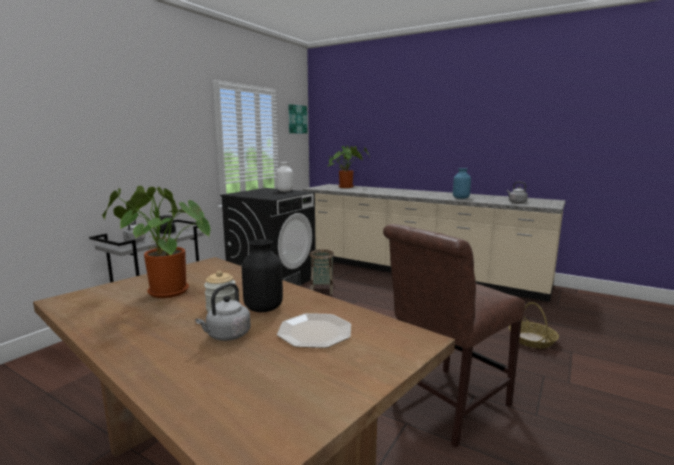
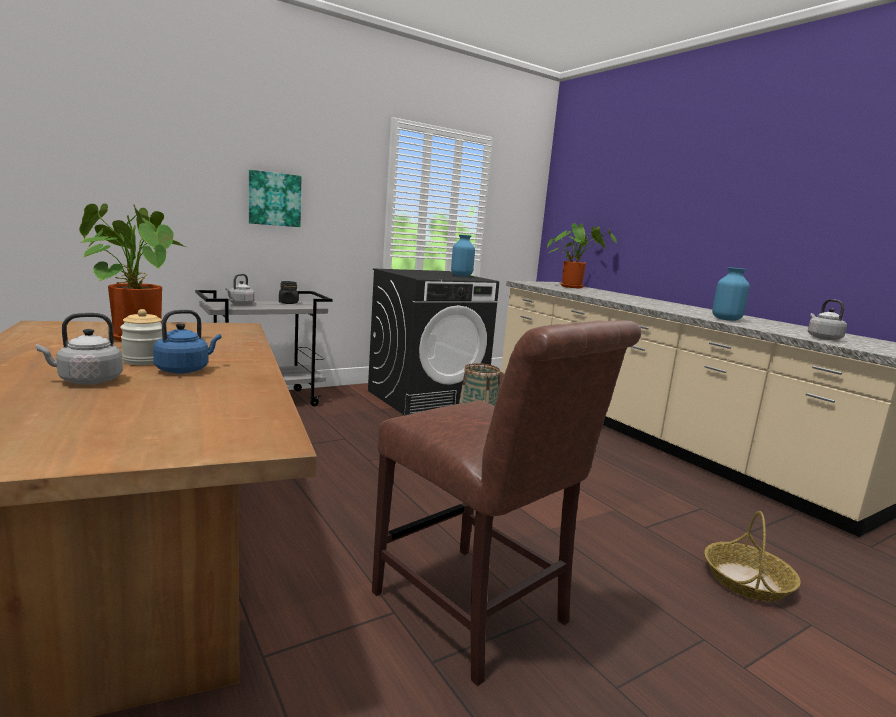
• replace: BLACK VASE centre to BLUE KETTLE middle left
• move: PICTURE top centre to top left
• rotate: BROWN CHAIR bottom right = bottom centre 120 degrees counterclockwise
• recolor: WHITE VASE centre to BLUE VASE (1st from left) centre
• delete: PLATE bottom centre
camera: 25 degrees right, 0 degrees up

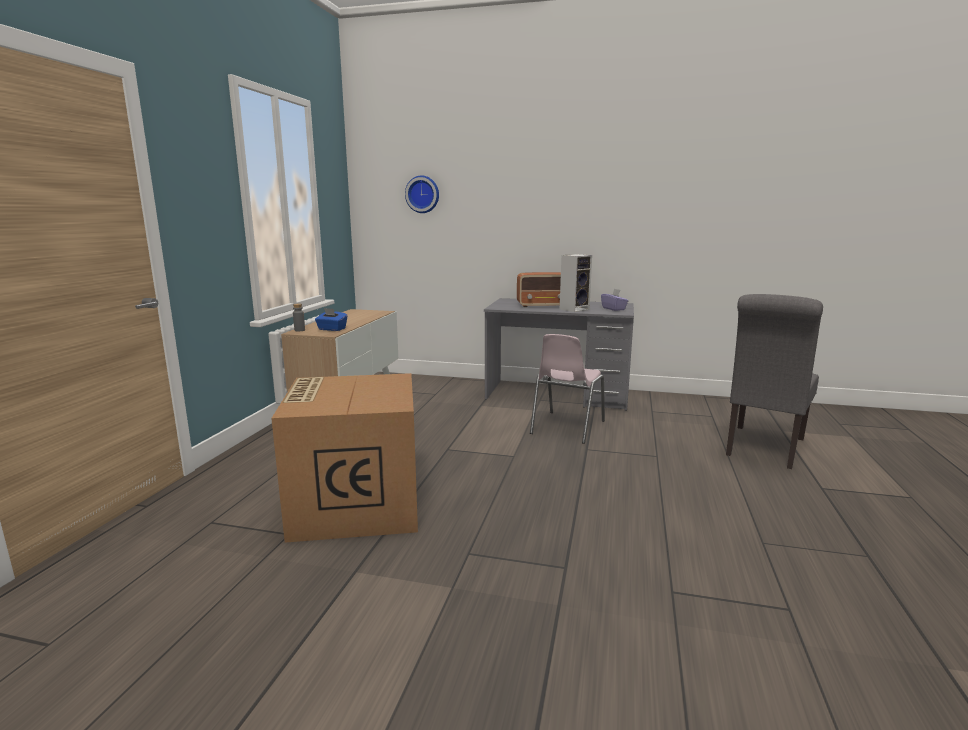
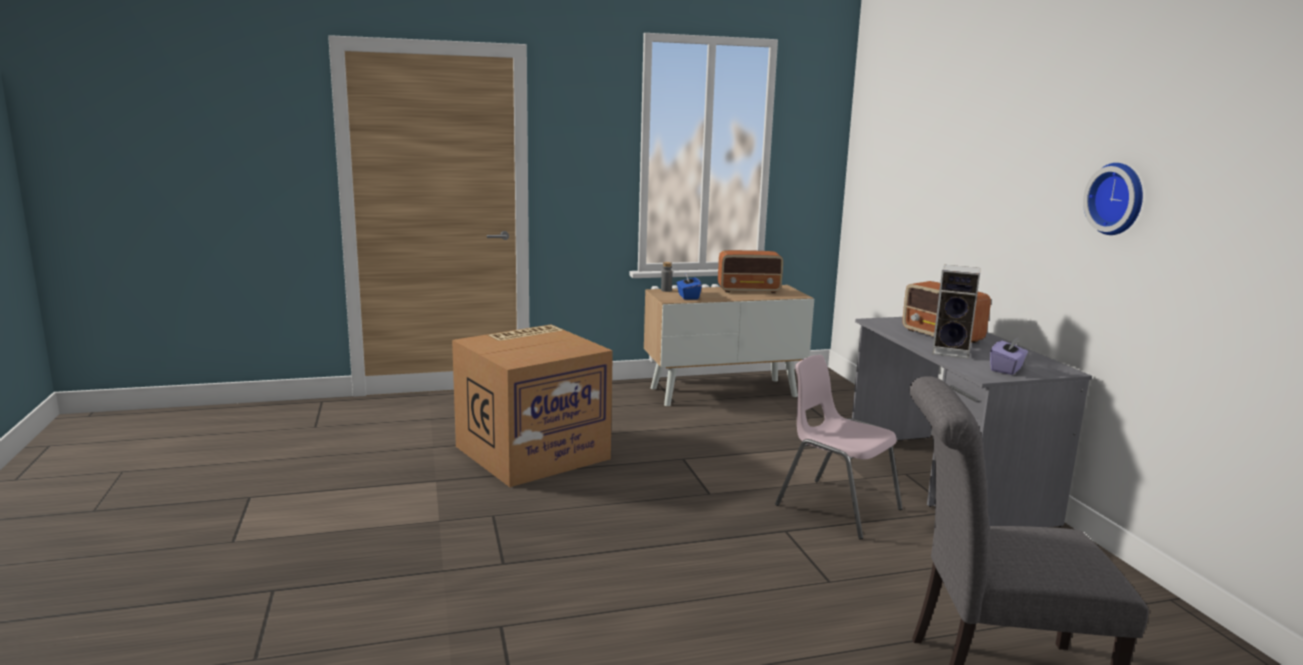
• insert: RADIO (1st from left) centre
• rotate: PINK CHAIR centre = bottom centre 45 degrees clockwise
• move: WALL CLOCK top centre to top right
camera: 60 degrees right, 0 degrees up

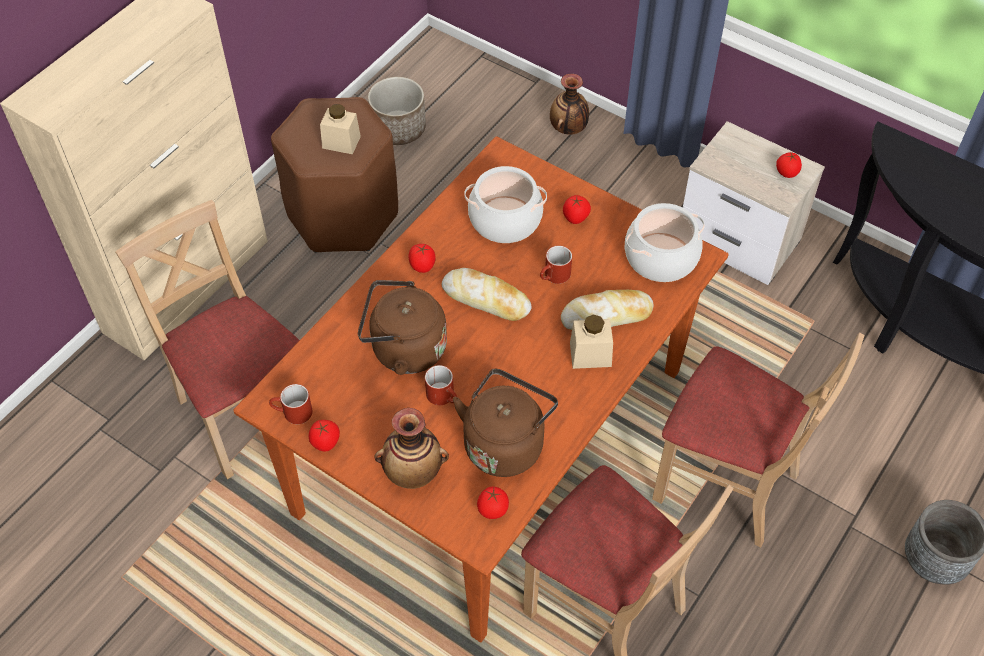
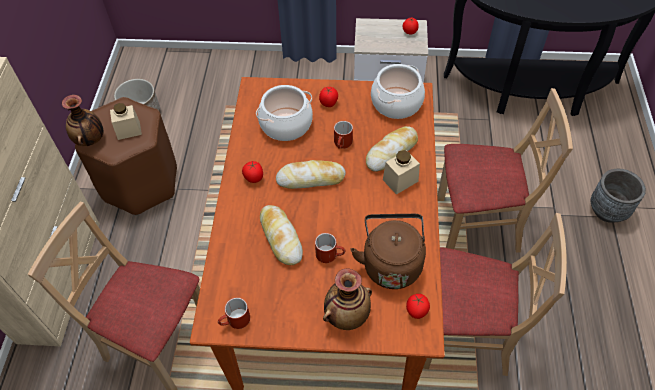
• move: VASE (2nd from left in the first image) top centre to VASE (1st from left) top left
• replace: BROWN KETTLE (1st from left) centre to BREAD (1st from left) centre
• delete: TOMATO (1st from left) middle left
camera: 30 degrees left, 0 degrees up

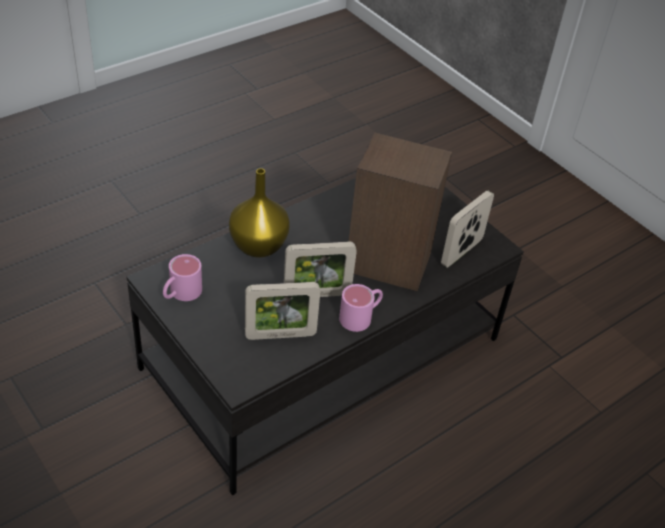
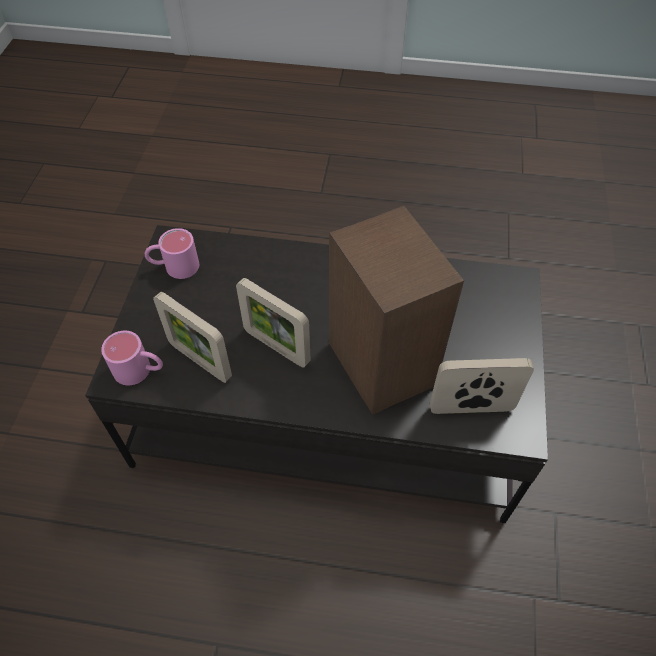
• move: PINK MUG (2nd from left in the first image) centre to PINK MUG (1st from left) middle left
• delete: YELLOW VASE centre
camera: 50 degrees right, 10 degrees up

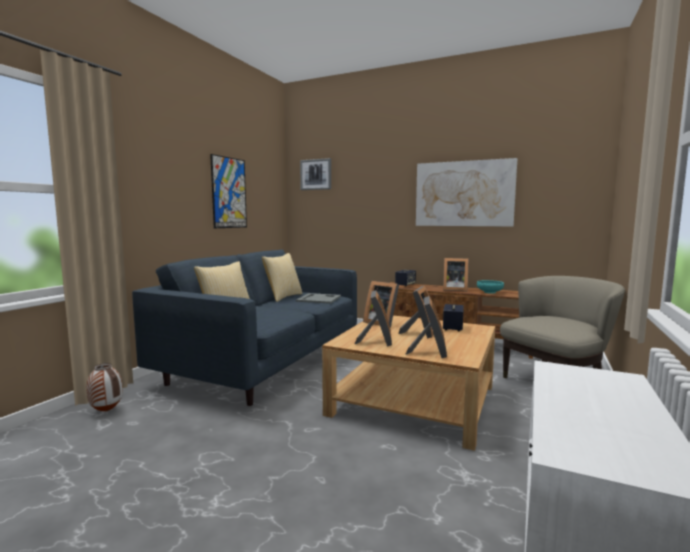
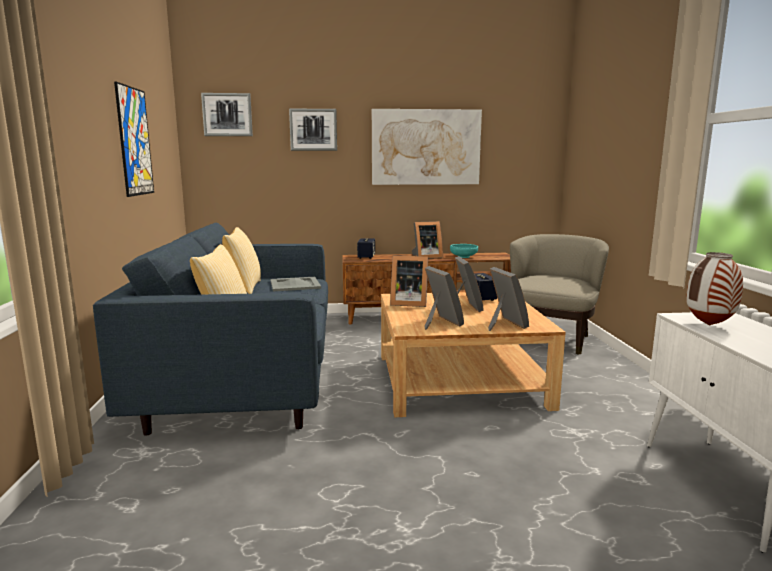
• insert: PICTURE (3rd from left) top centre
• move: VASE bottom left to middle right
camera: 30 degrees left, 5 degrees up

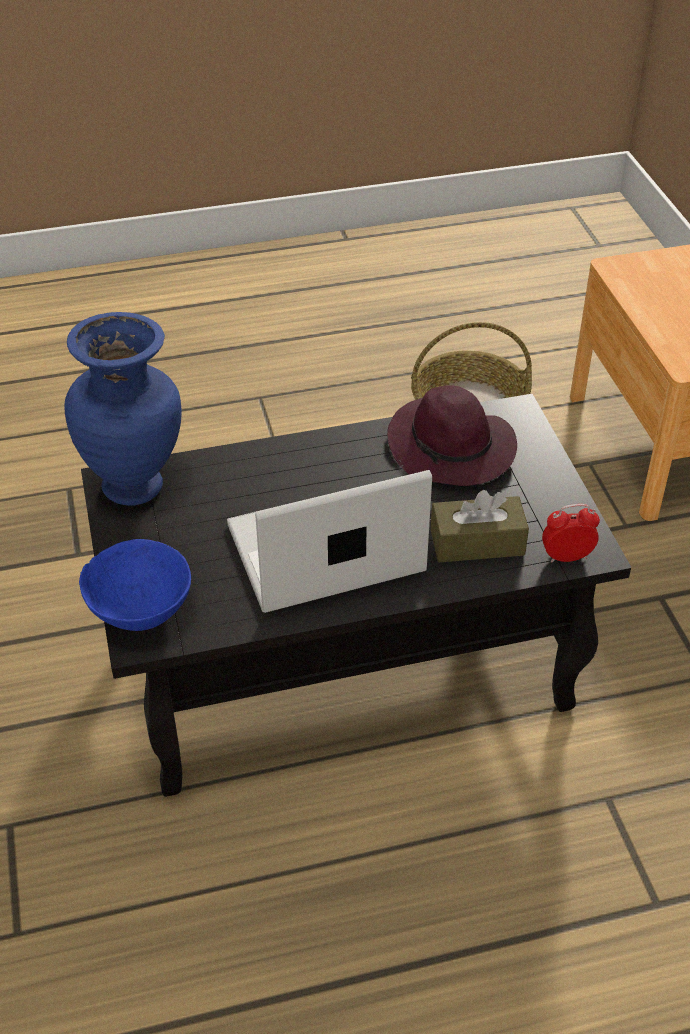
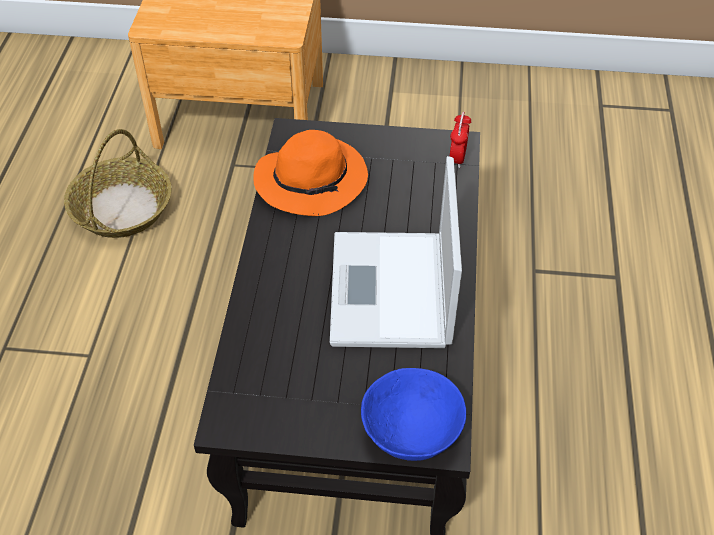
• recolor: PURPLE HAT centre to ORANGE HAT top centre
• delete: BLUE VASE middle left
• delete: BROWN TISSUE BOX middle right
camera: 70 degrees left, 5 degrees up

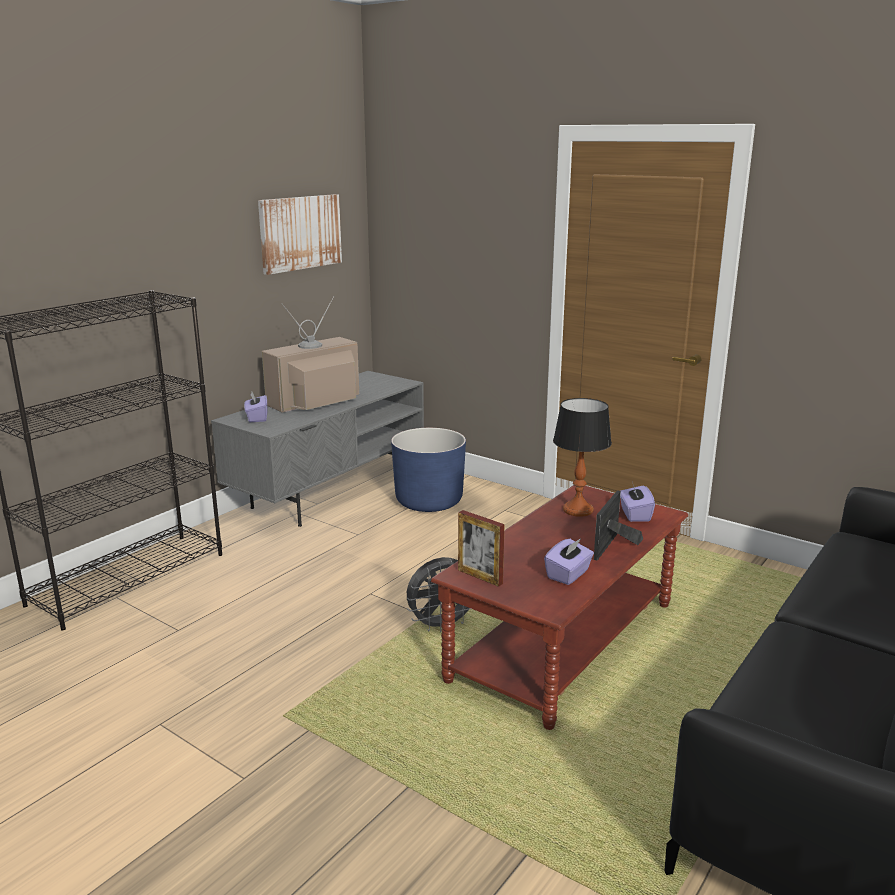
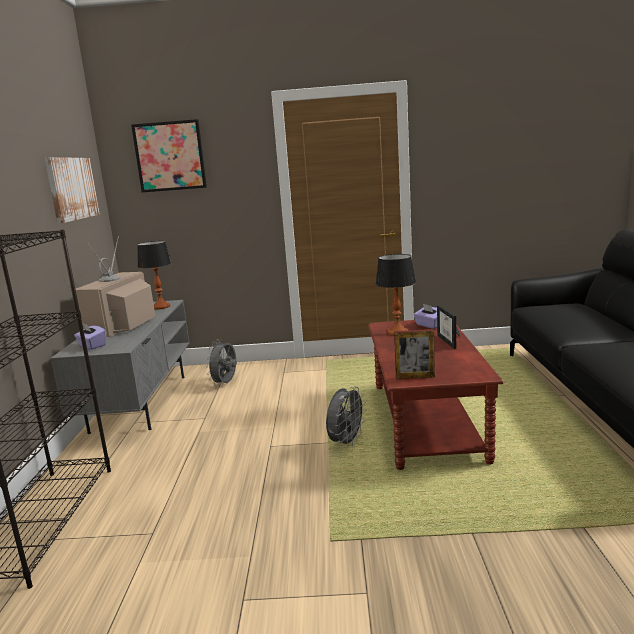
• insert: PICTURE (2nd from left) top left
• insert: TABLE LAMP (1st from left) middle left
• replace: BLUE PLANTER centre to GREY FAN (1st from left) centre
• delete: PURPLE TISSUE BOX (2nd from left) centre
camera: 35 degrees left, 5 degrees down

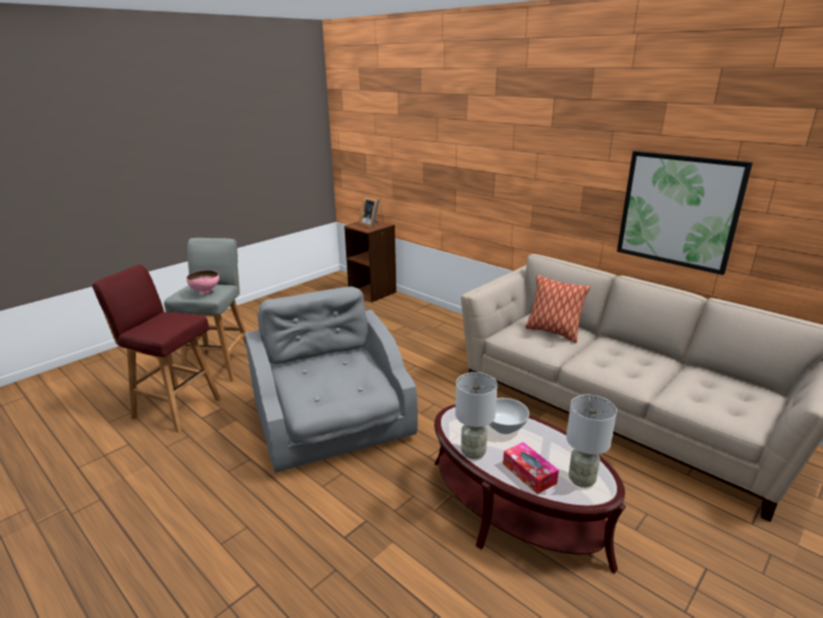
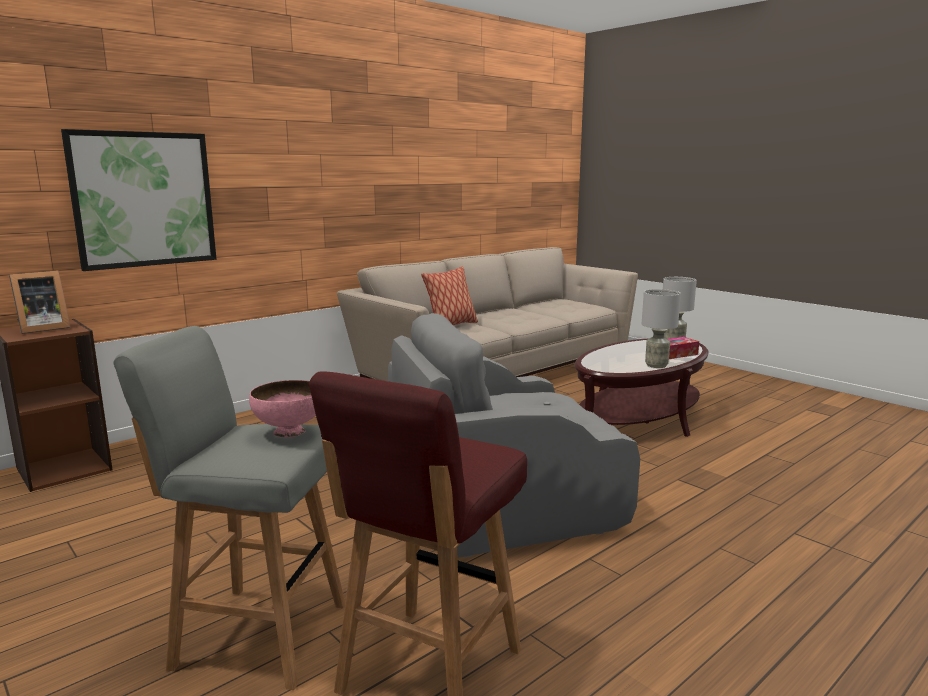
• move: PICTURE middle right to top left
• delete: WHITE BOWL bottom centre
camera: 85 degrees left, 10 degrees down

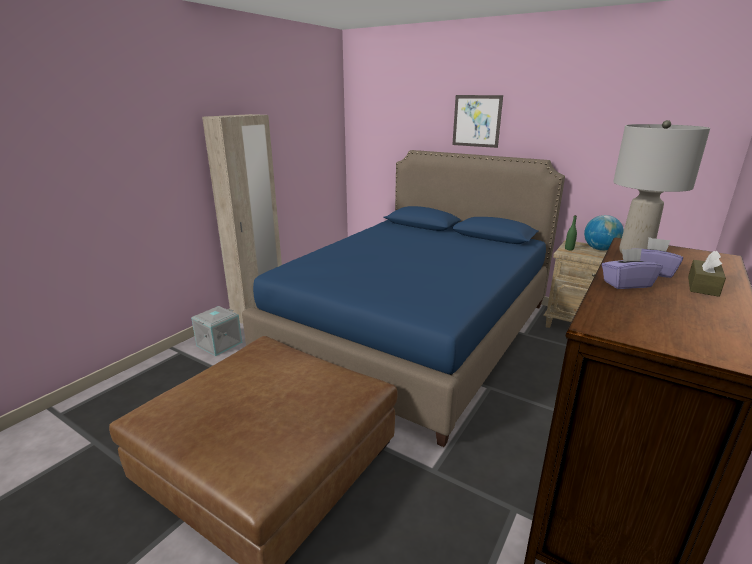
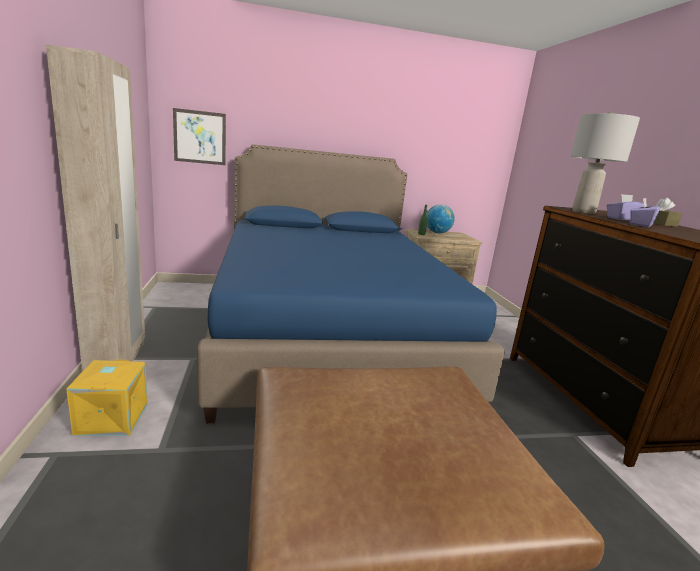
• recolor: GREY STORAGE BOX middle left to YELLOW STORAGE BOX bottom left
• move: PICTURE top centre to top left
camera: 45 degrees left, 5 degrees down

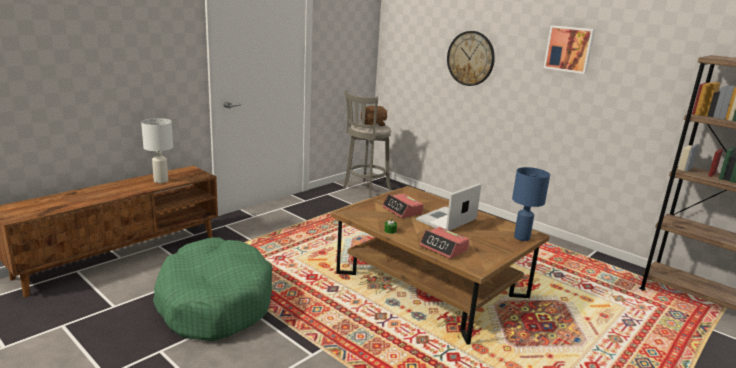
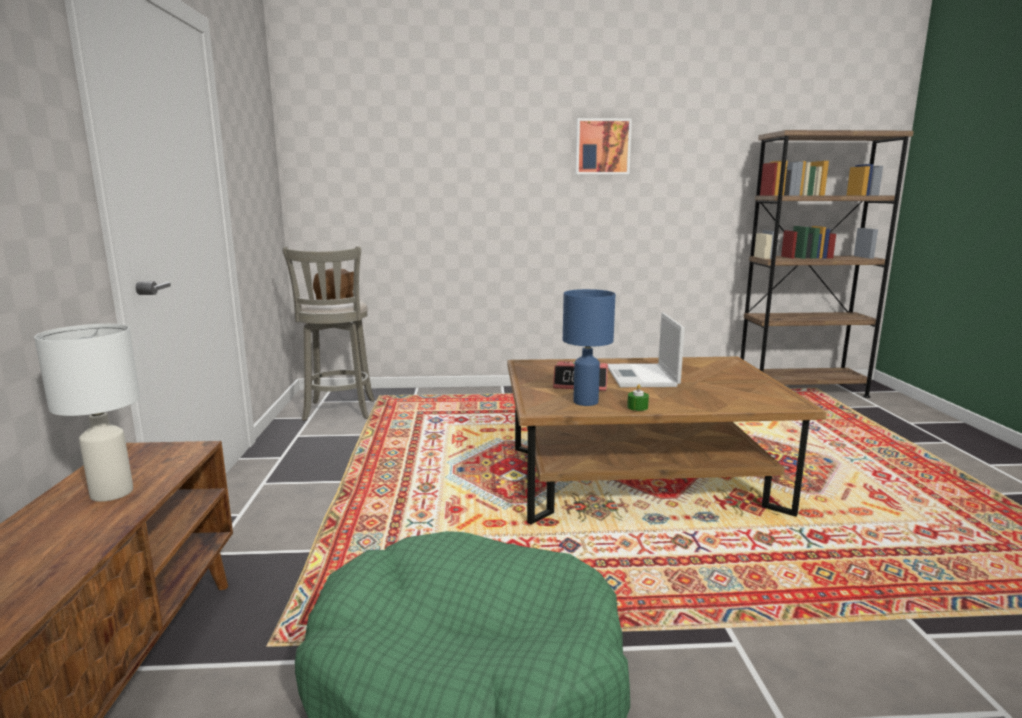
• move: BLUE TABLE LAMP middle right to centre
• delete: ALARM CLOCK (2nd from left) centre
• delete: WALL CLOCK top centre
camera: 45 degrees left, 5 degrees down

